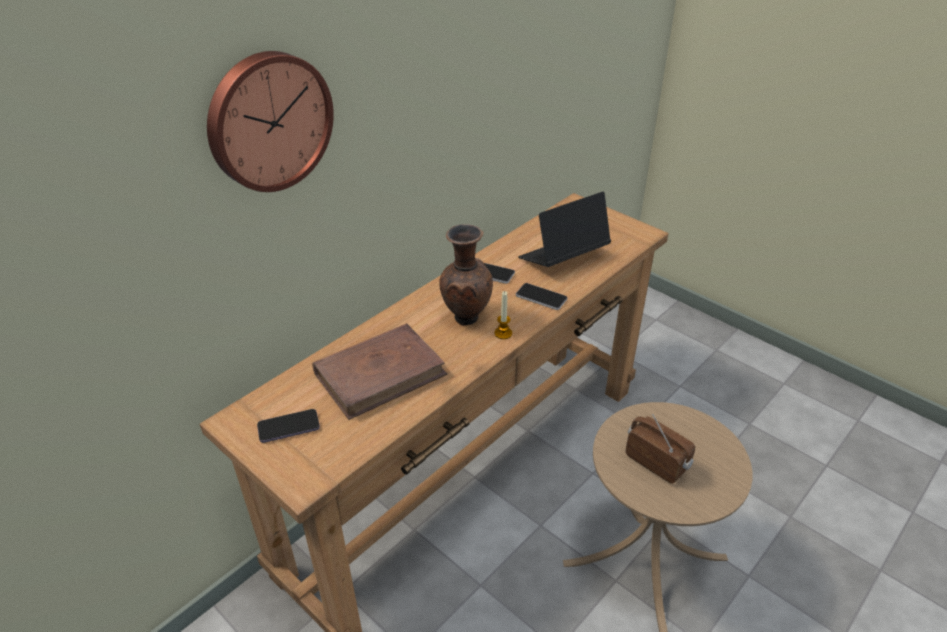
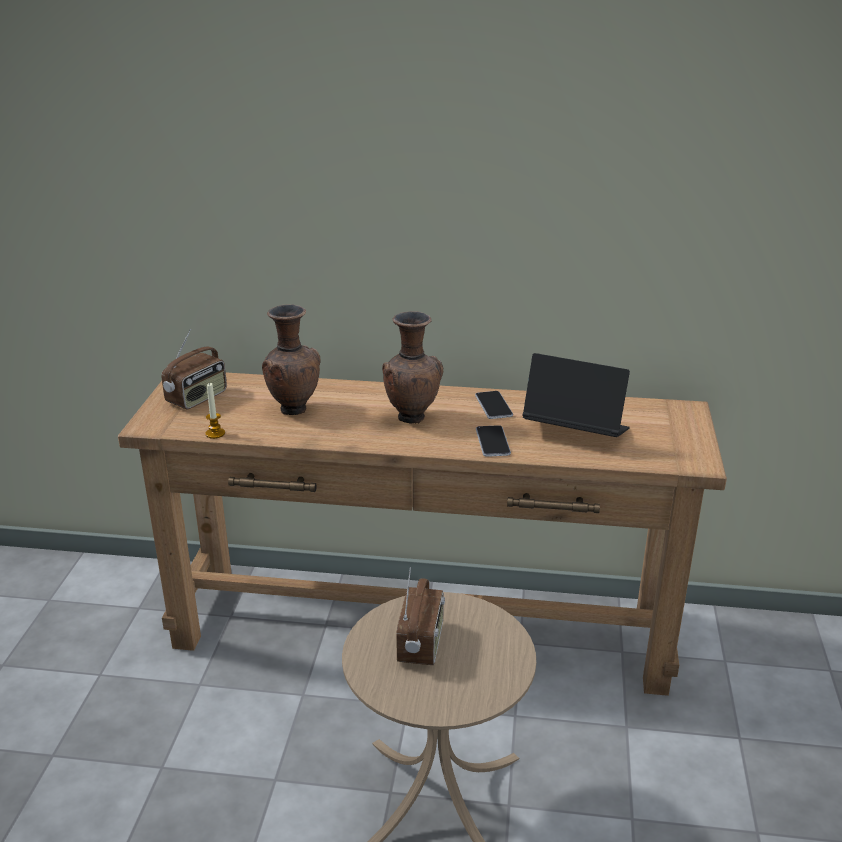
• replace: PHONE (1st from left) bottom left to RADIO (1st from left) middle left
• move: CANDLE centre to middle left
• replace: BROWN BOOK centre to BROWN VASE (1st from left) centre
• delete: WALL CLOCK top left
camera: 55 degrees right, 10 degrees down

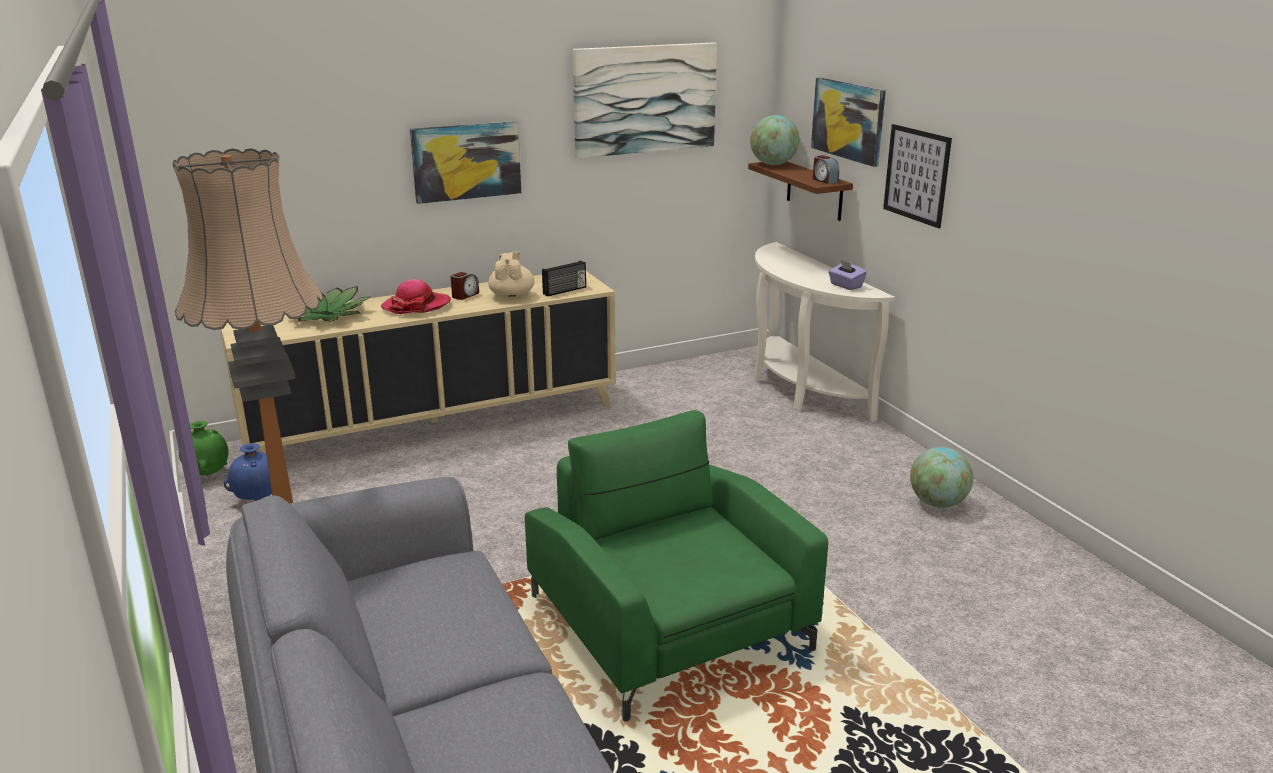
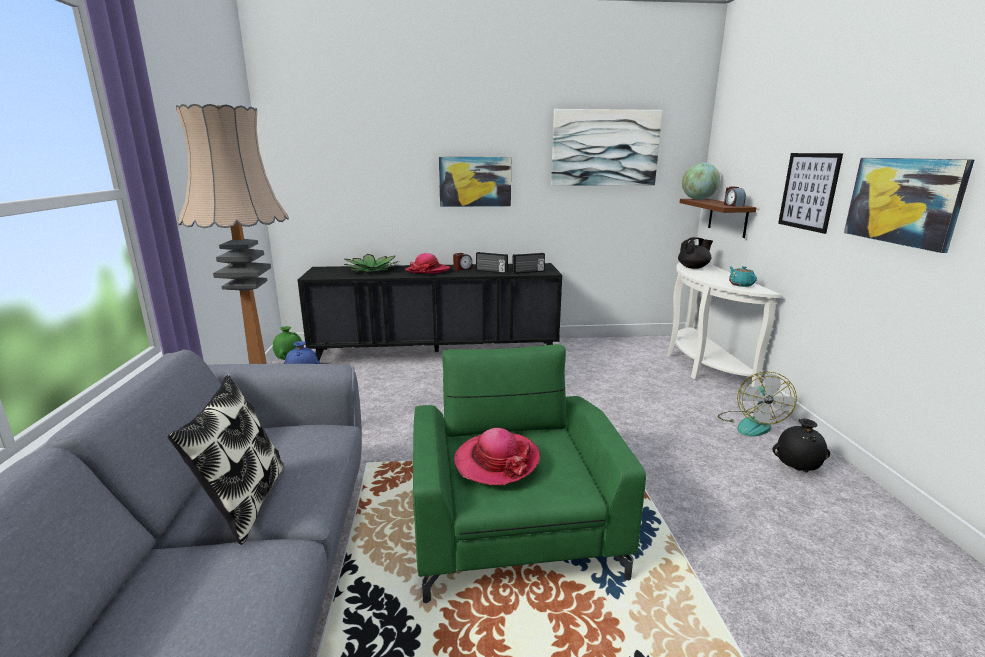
• insert: PILLOW bottom left
• recolor: BEIGE CABINET middle left to BLACK CABINET centre
• insert: HAT (2nd from left) bottom centre
• replace: BEIGE TEAPOT centre to RADIO (1st from left) centre
• insert: BLACK TEAPOT middle right
• insert: FAN middle right
• replace: PURPLE TISSUE BOX centre to TURQUOISE TEAPOT middle right
• replace: GLOBE (2nd from left) middle right to BLACK VASE bottom right
• move: PICTURE (3rd from left in the first image) top centre to PICTURE (4th from left) top right
camera: 20 degrees right, 5 degrees down

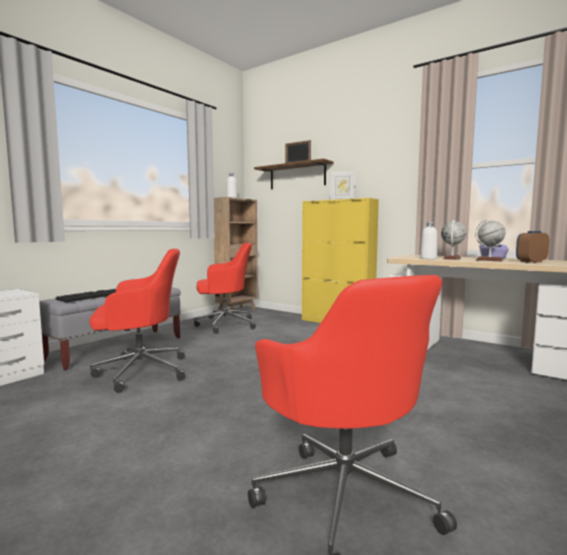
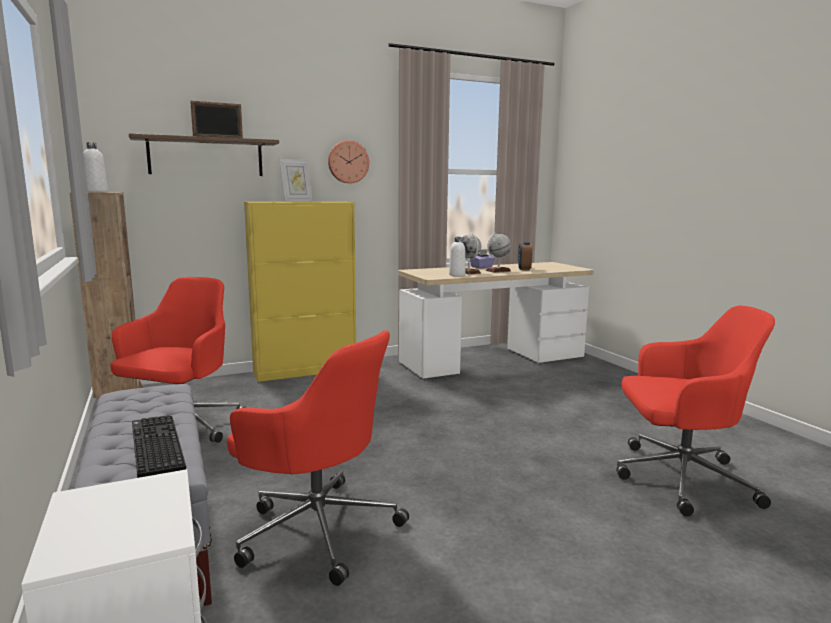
• rotate: RED OFFICE CHAIR (1st from left in the first image) middle left = bottom centre 105 degrees clockwise
• insert: WALL CLOCK top centre
camera: 60 degrees left, 5 degrees up

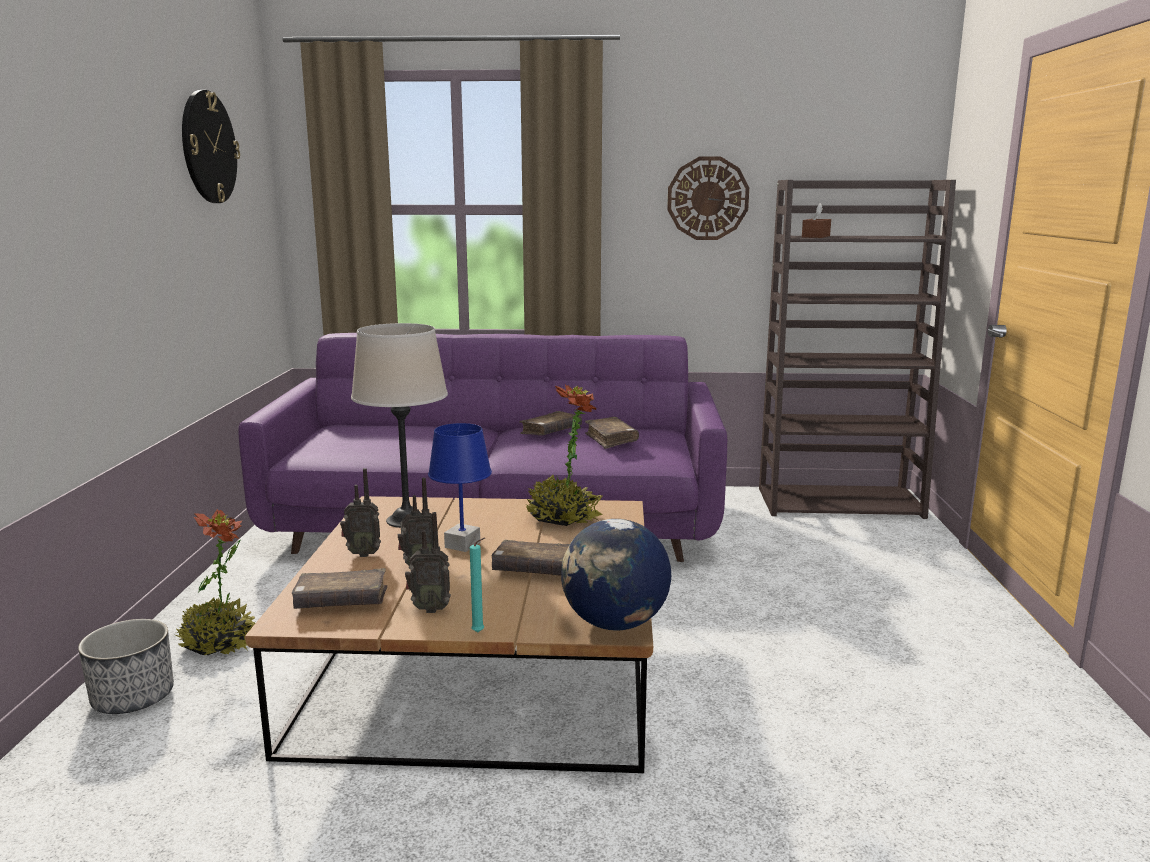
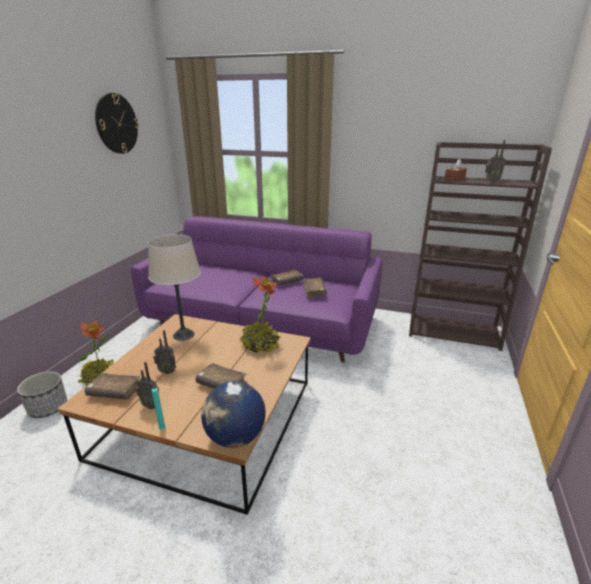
• move: RADIO (1st from left in the first image) middle left to RADIO (3rd from left) top right
• delete: BLUE TABLE LAMP centre
• delete: WALL CLOCK (2nd from left) top centre
camera: 15 degrees right, 10 degrees up

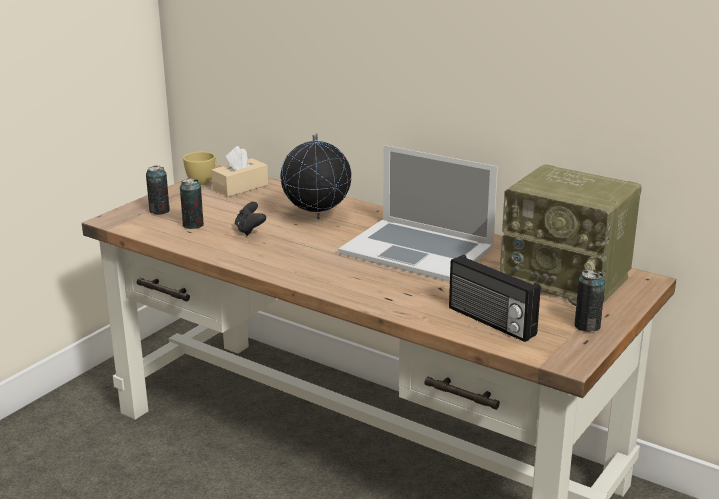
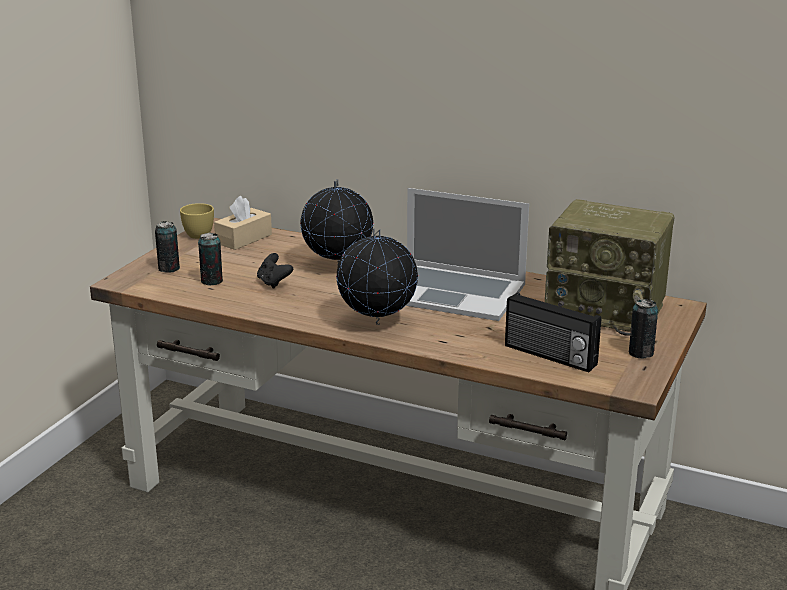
• insert: GLOBE (2nd from left) centre
camera: 10 degrees left, 0 degrees up

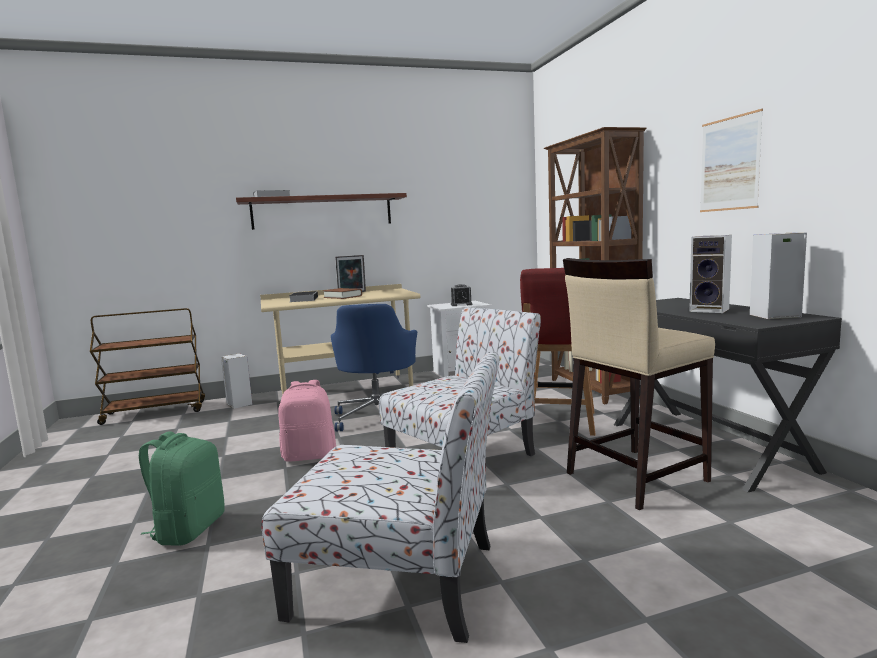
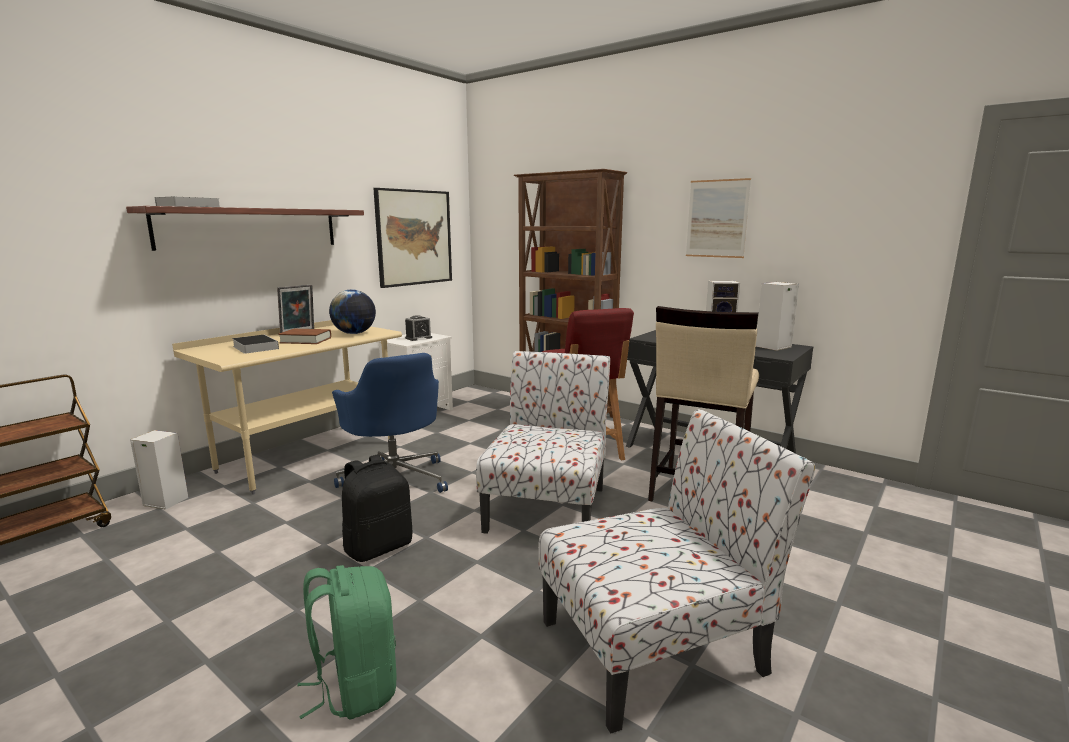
• insert: GLOBE middle left
• recolor: PINK BACKPACK centre to BLACK BACKPACK bottom centre
• insert: PICTURE (1st from left) top centre
camera: 35 degrees left, 5 degrees up

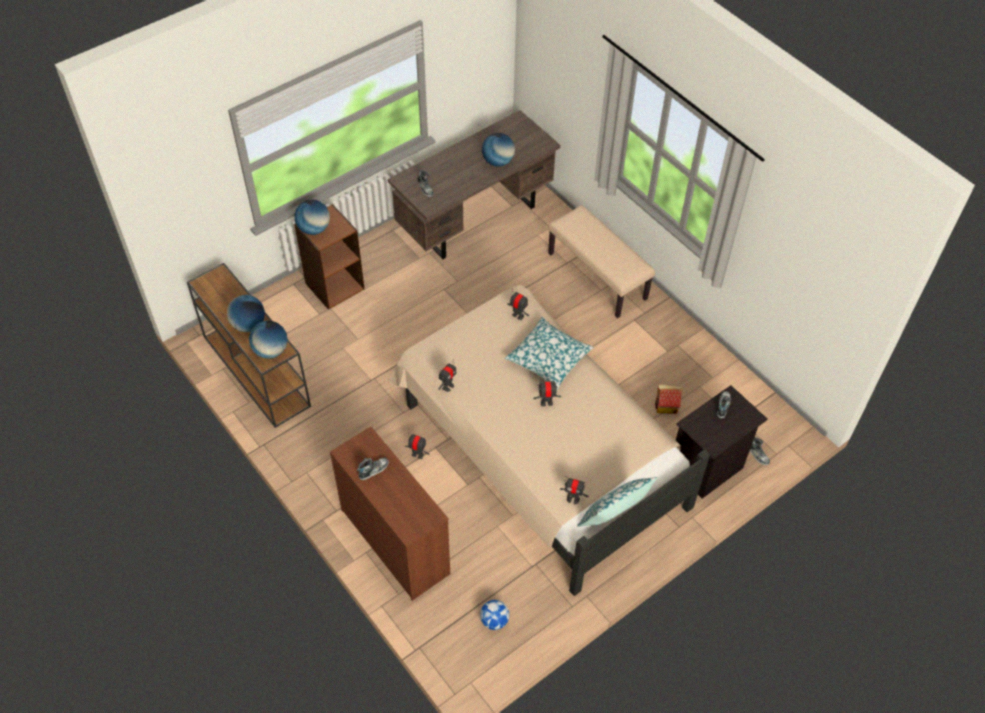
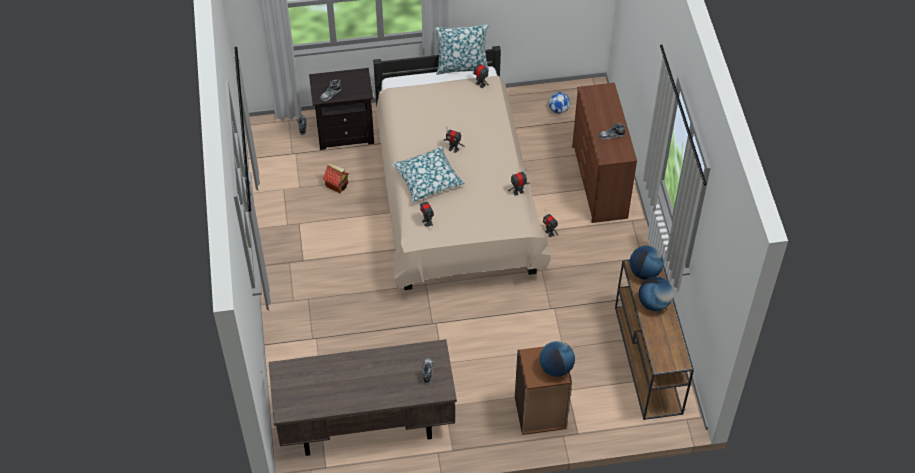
• delete: GLOBE (4th from left) top centre
• delete: BEIGE BENCH centre
camera: 150 degrees left, 0 degrees up

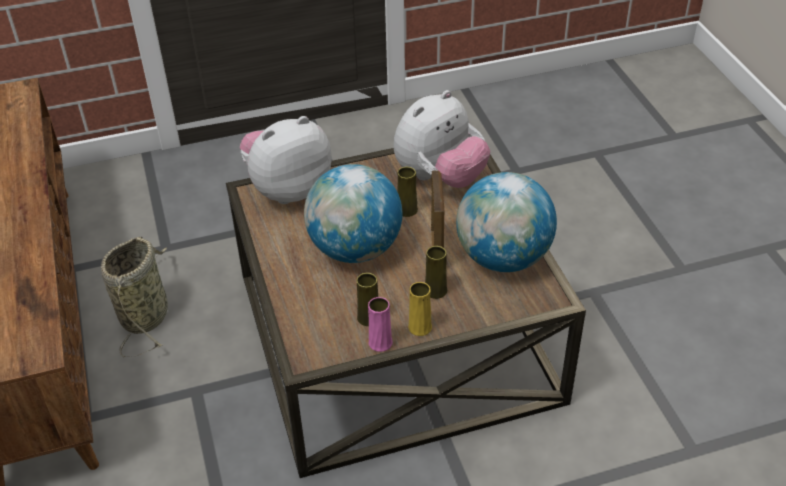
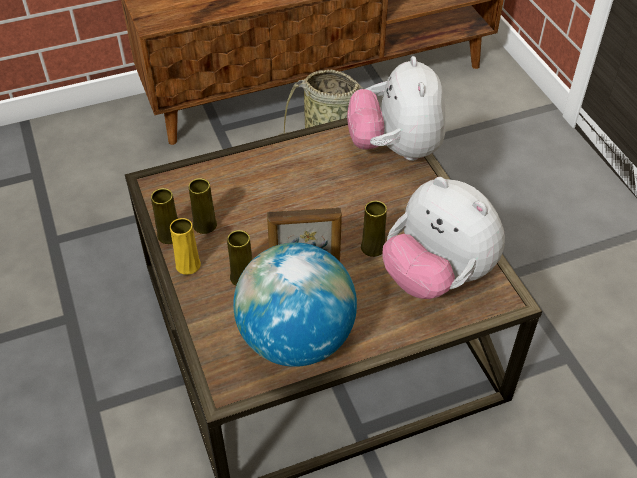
• recolor: PINK VASE bottom centre to YELLOW VASE (1st from left) middle left
• rotate: PLUSH TOY (1st from left) top centre = top centre 150 degrees counterclockwise
• delete: GLOBE (1st from left) centre
camera: 85 degrees right, 5 degrees up

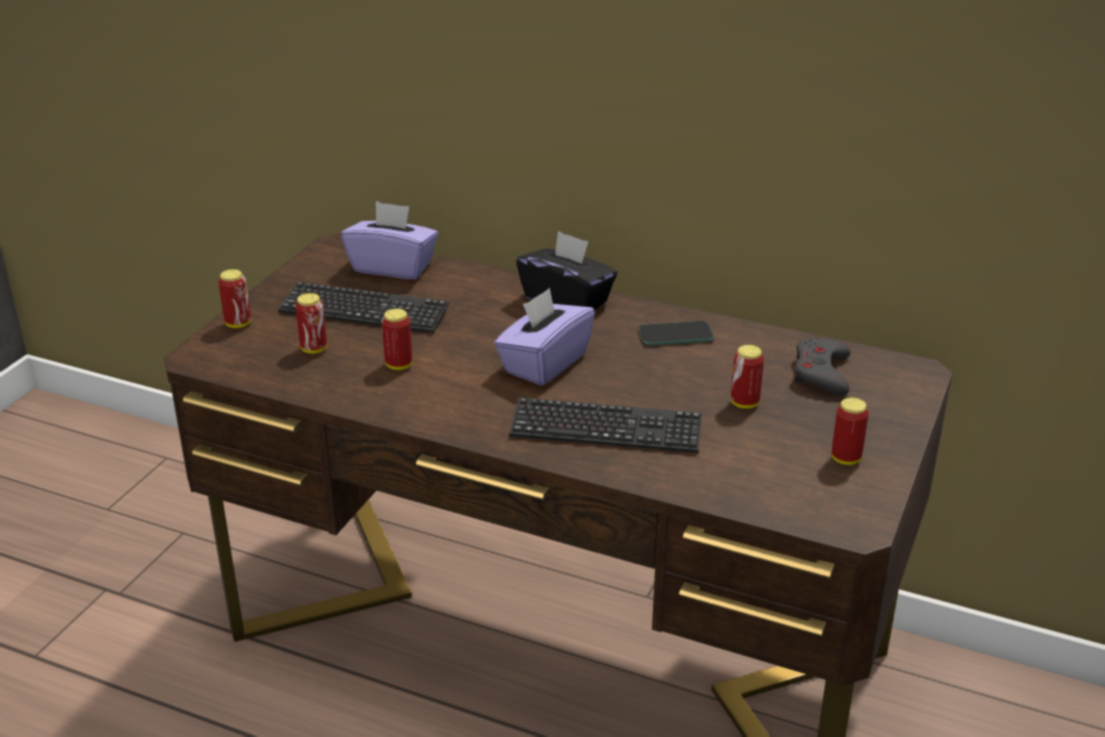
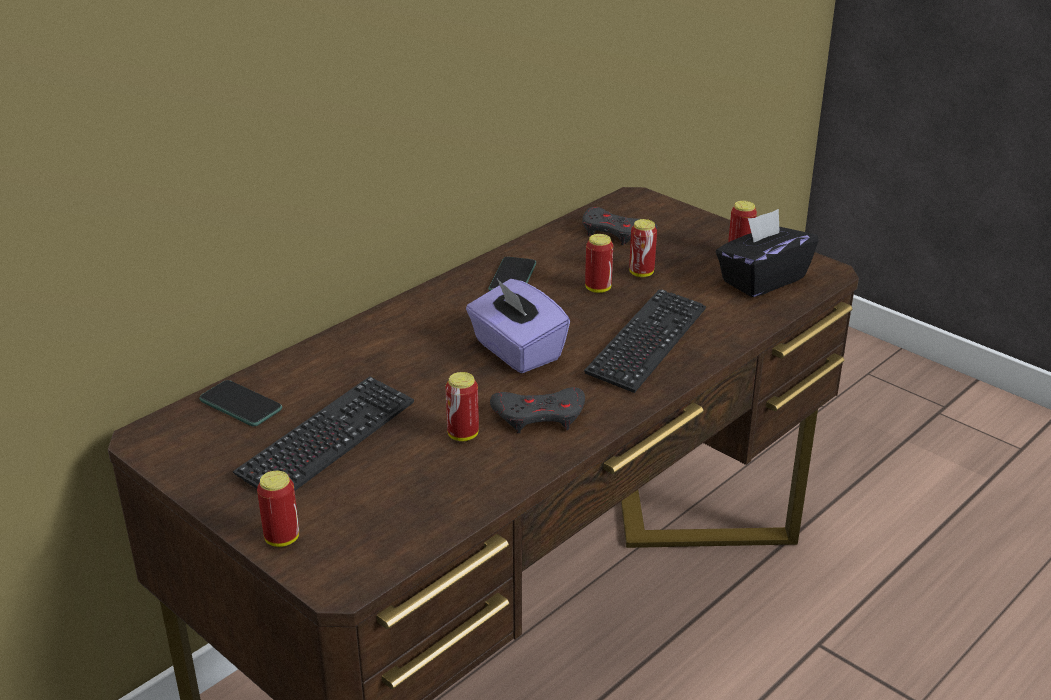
• replace: PURPLE TISSUE BOX (1st from left) top centre to PHONE (1st from left) middle left
• insert: GREY GAME CONTROLLER (1st from left) centre
• move: CAN (2nd from left in the first image) middle left to CAN (3rd from left) centre
• move: BLACK TISSUE BOX centre to middle right
camera: 70 degrees left, 0 degrees up

